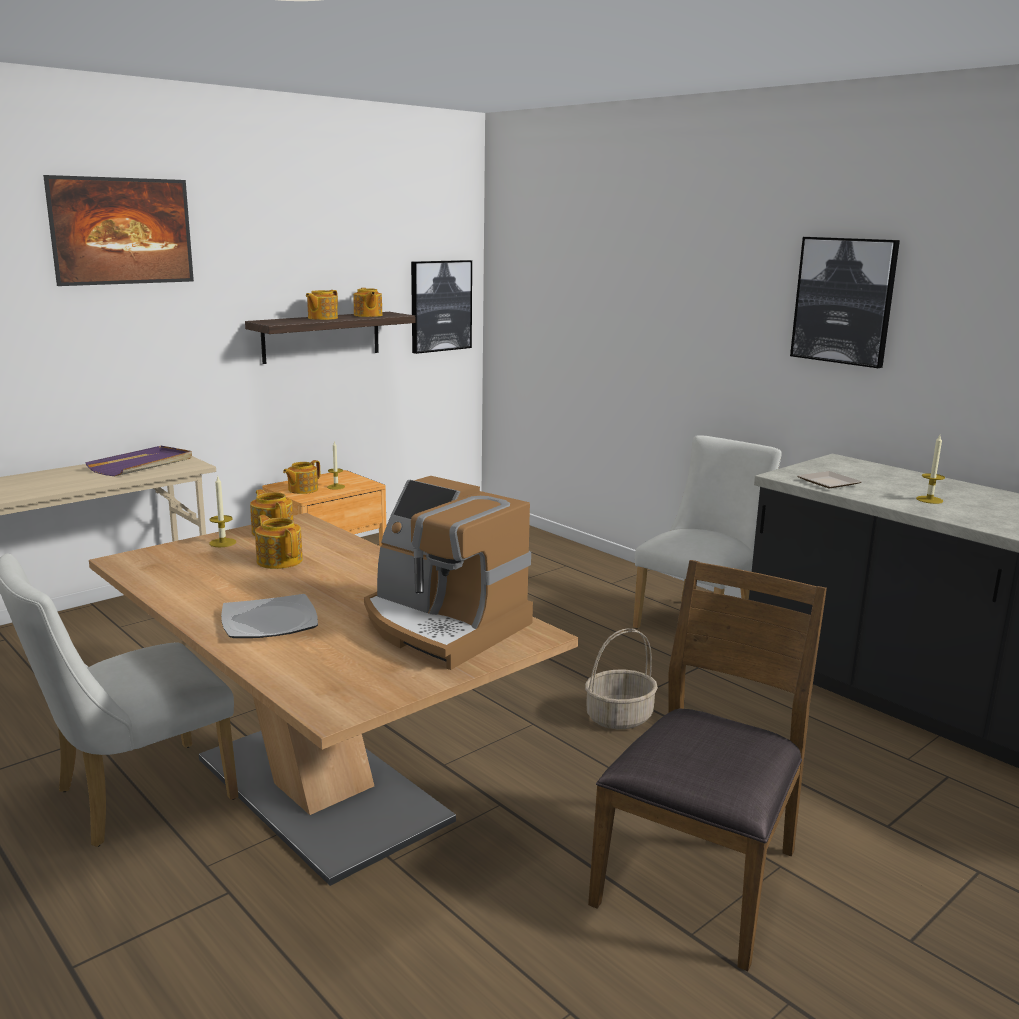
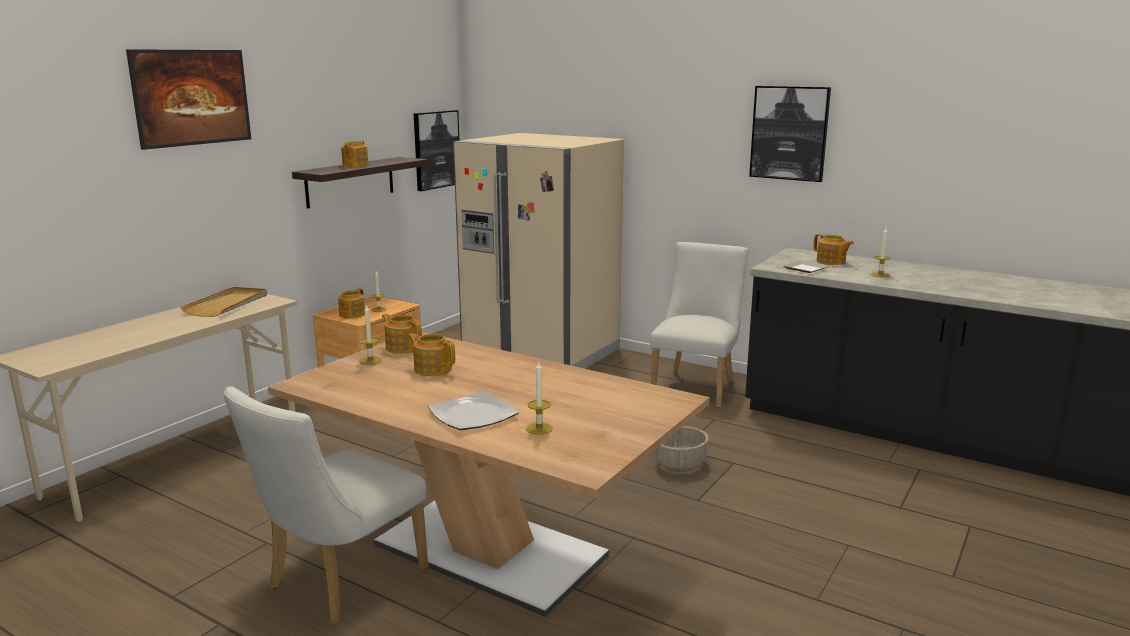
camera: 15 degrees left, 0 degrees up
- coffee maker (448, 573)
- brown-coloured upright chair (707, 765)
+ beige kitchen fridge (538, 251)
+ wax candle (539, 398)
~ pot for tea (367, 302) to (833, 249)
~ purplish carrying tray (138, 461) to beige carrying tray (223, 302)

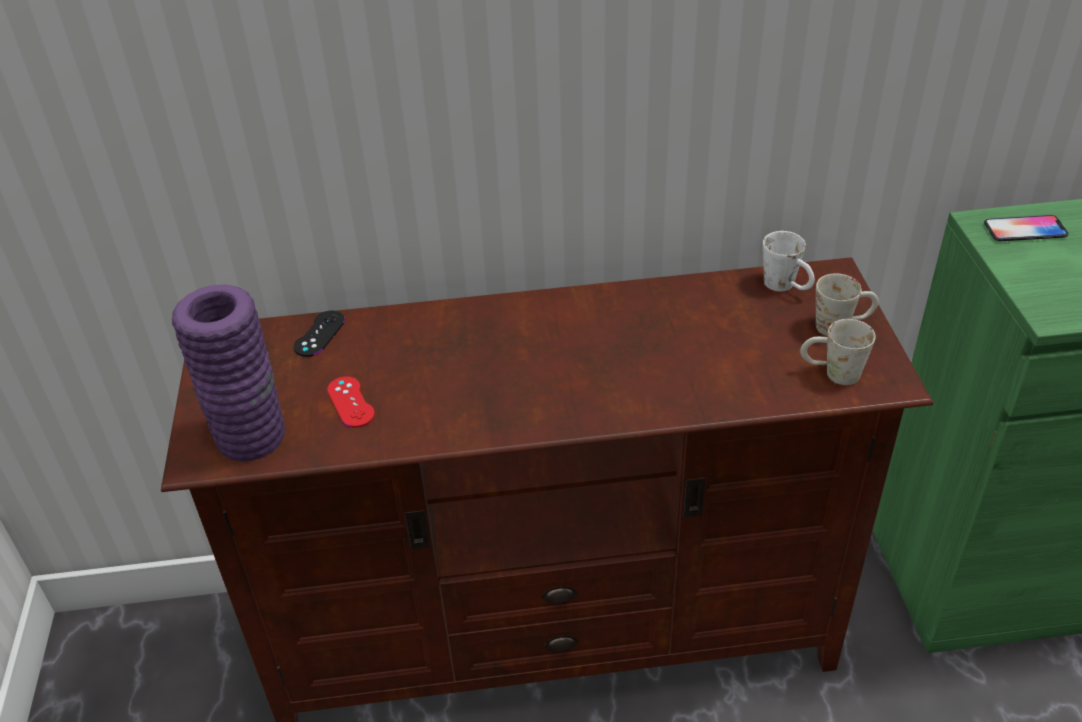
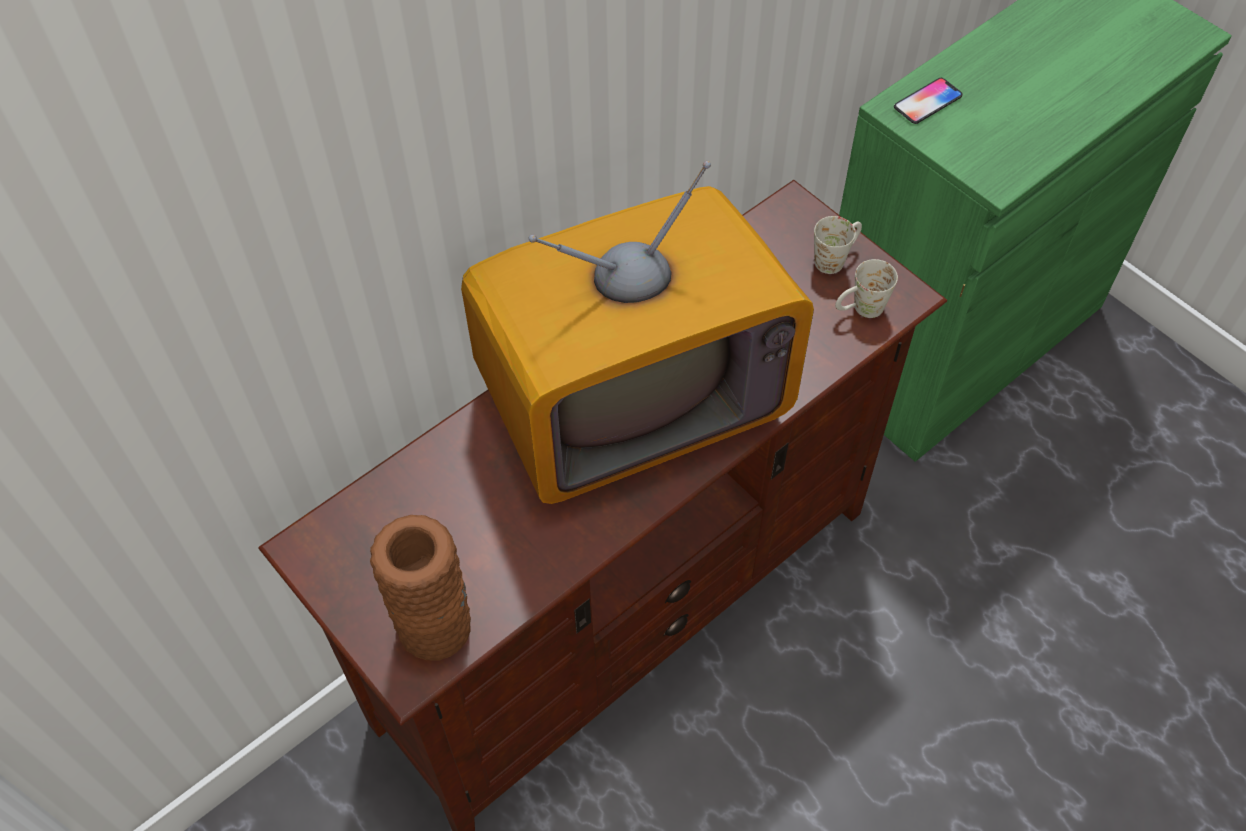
camera: 35 degrees left, 15 degrees up
- black-coloured game controller (319, 334)
- reddish game controller (351, 402)
- white-coloured tea mug (789, 261)
+ TV (637, 332)
~ purplish vase (228, 373) to brown-coloured vase (420, 588)

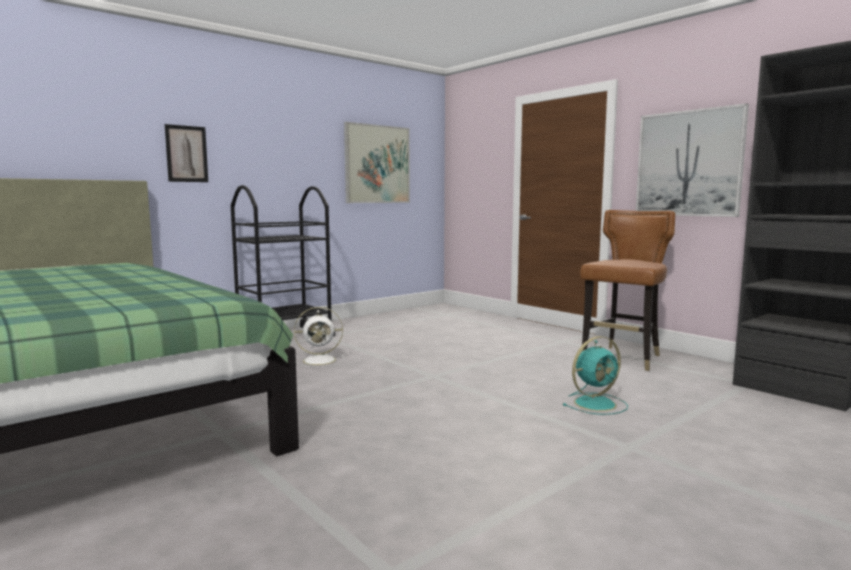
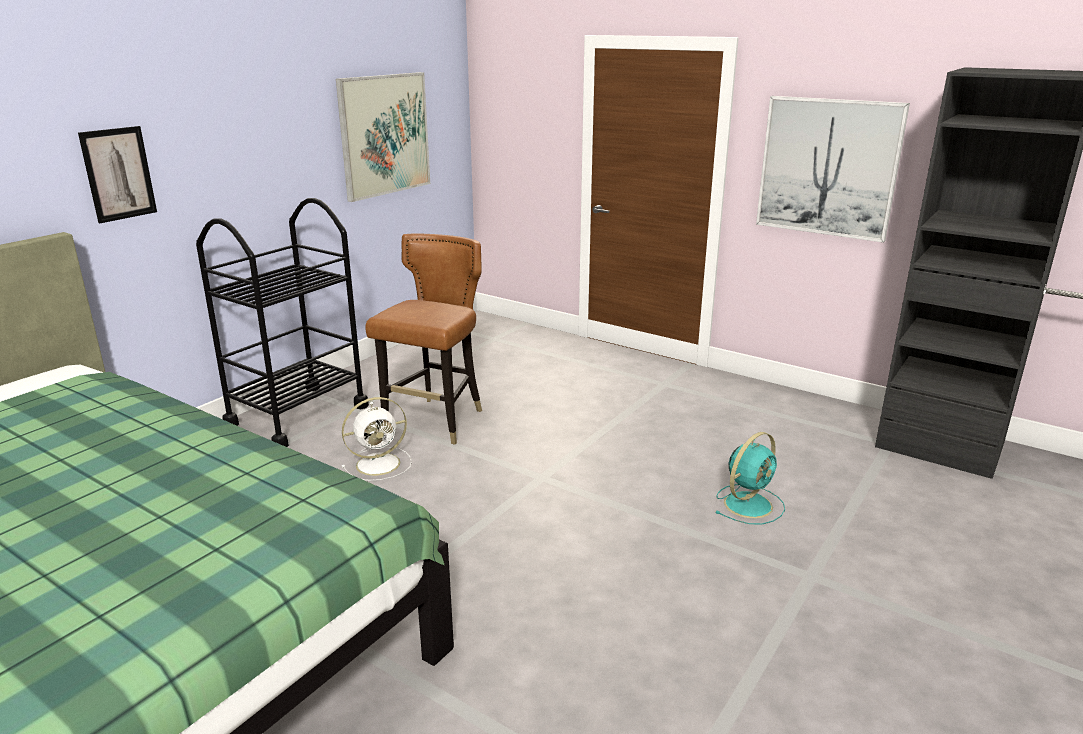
camera: 15 degrees left, 15 degrees up
~ brown-coloured upright chair (627, 290) to (423, 339)

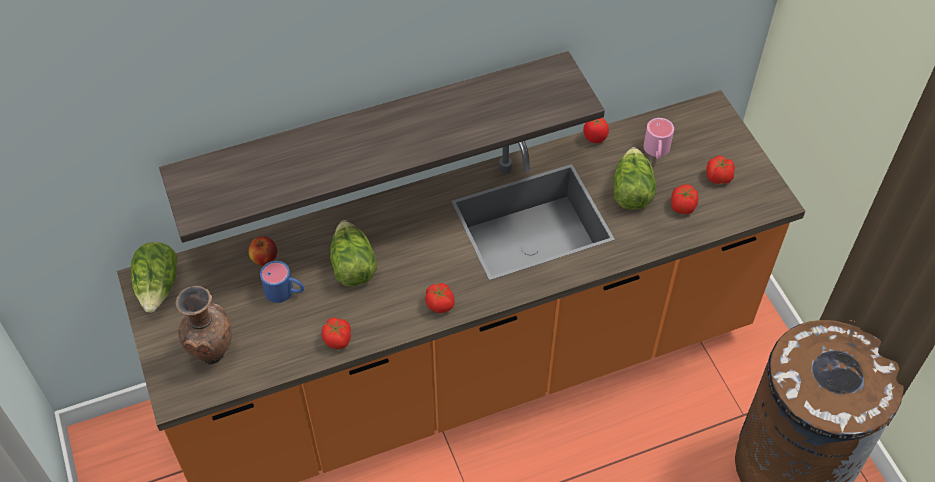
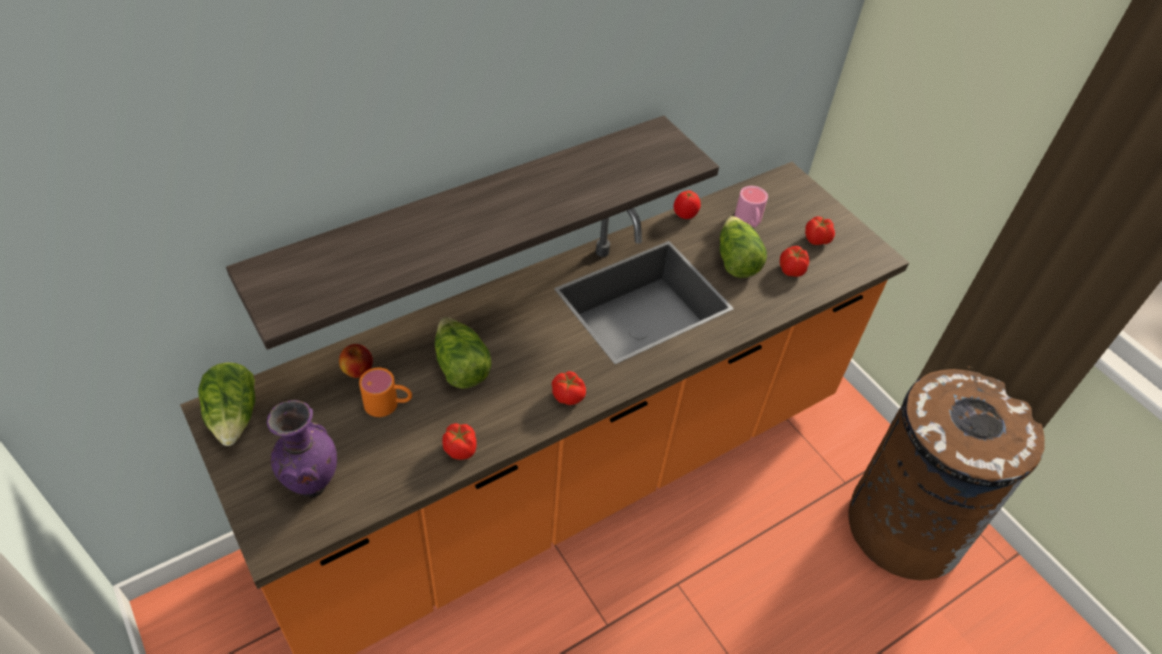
camera: 15 degrees left, 5 degrees down
~ brown-coloured vase (203, 325) to purplish vase (302, 449)
~ blue tea mug (282, 282) to orange-coloured tea mug (385, 392)

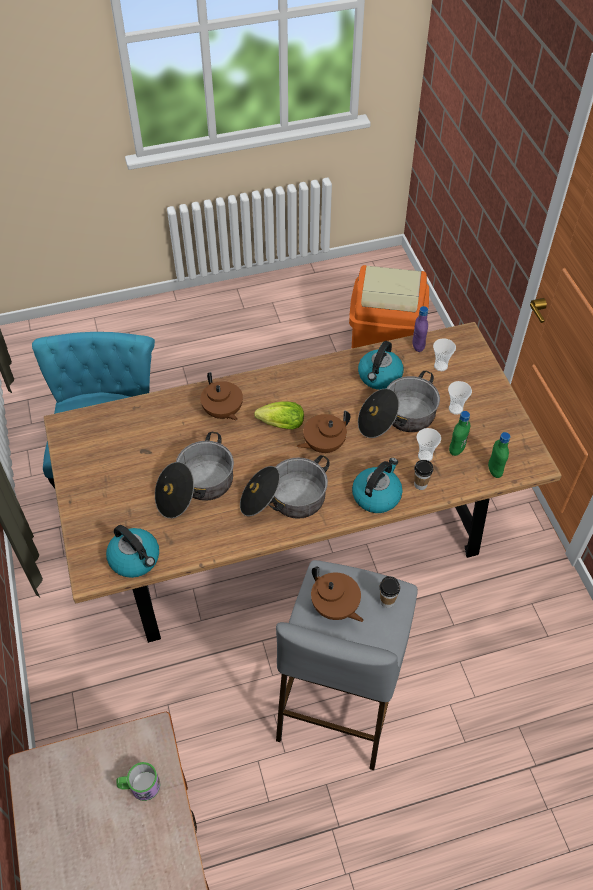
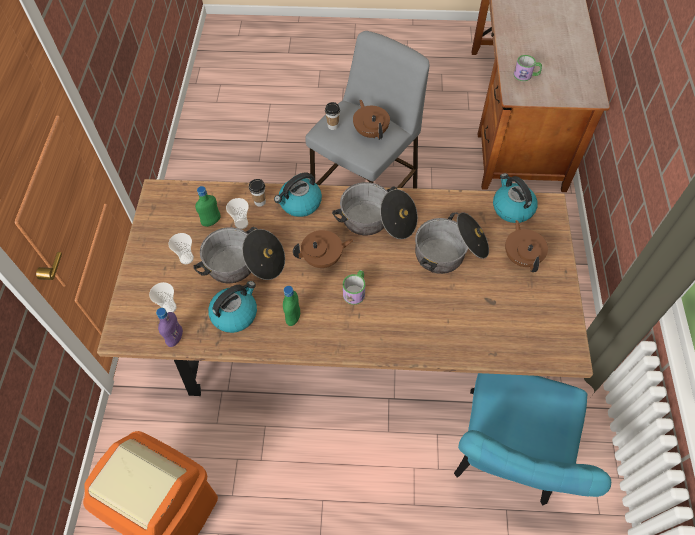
camera: 160 degrees left, 5 degrees up
~ brown-coloured pot for tea (221, 396) to (526, 246)
~ green-coloured drink bottle (499, 455) to (291, 306)
~ lettuce (279, 416) to tea mug (354, 287)

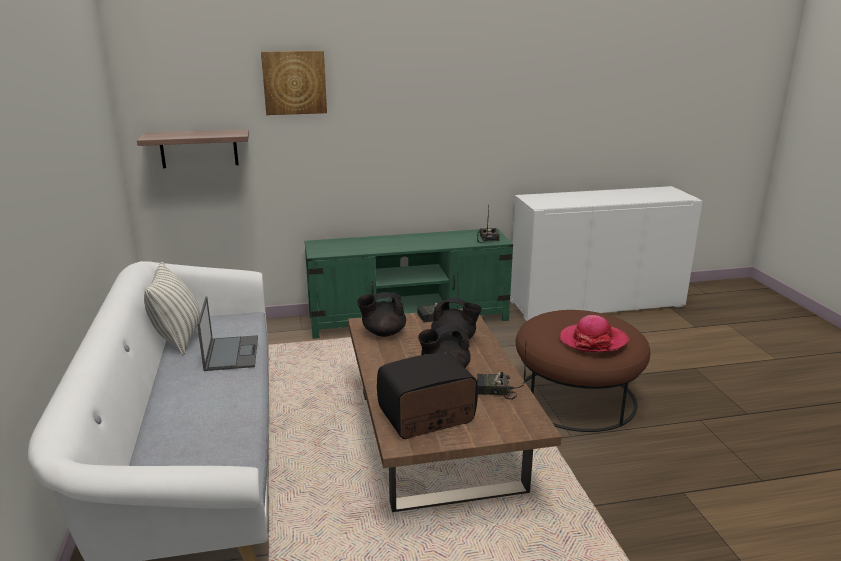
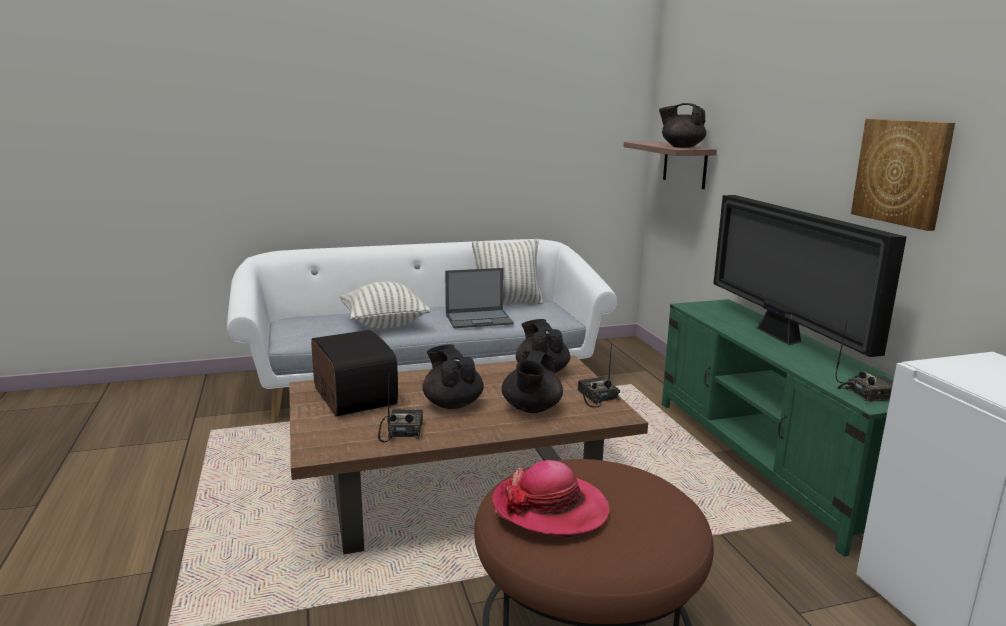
camera: 85 degrees right, 5 degrees down
+ pillow (385, 305)
+ black-coloured pot for tea (682, 125)
+ TV (810, 276)
~ wall picture (294, 83) to (903, 175)

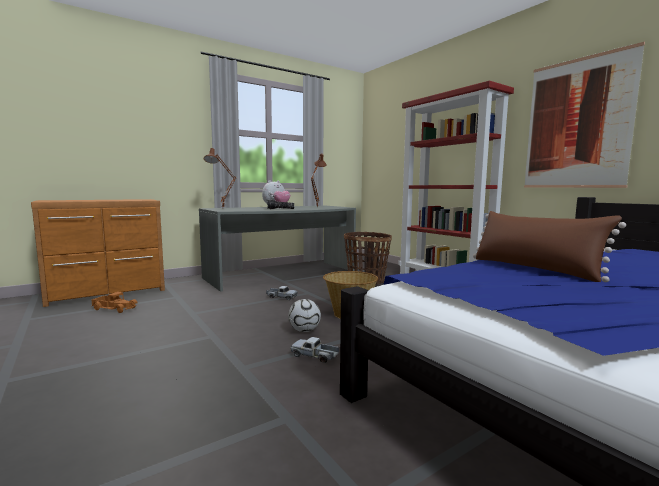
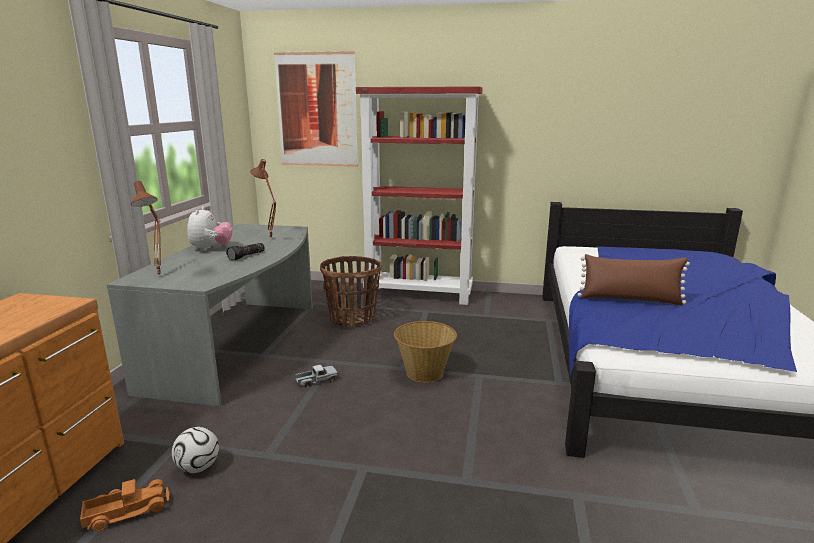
camera: 45 degrees left, 10 degrees up
- toy truck (315, 350)
~ football ball (304, 315) to (195, 450)
~ wall picture (584, 115) to (316, 109)

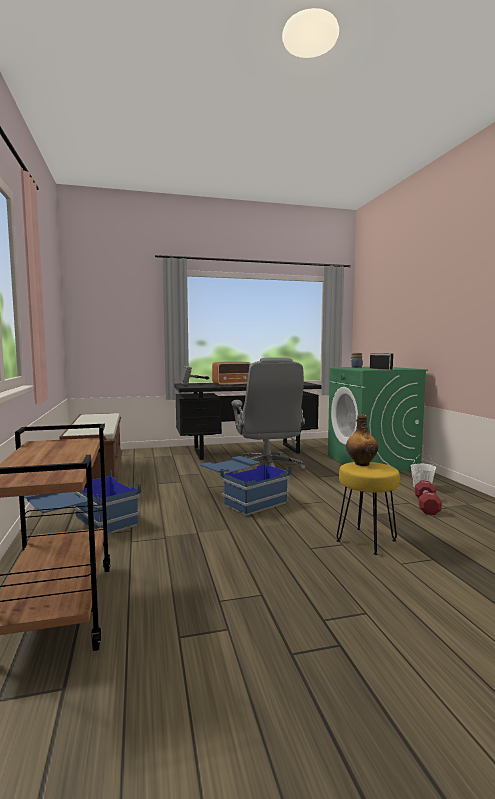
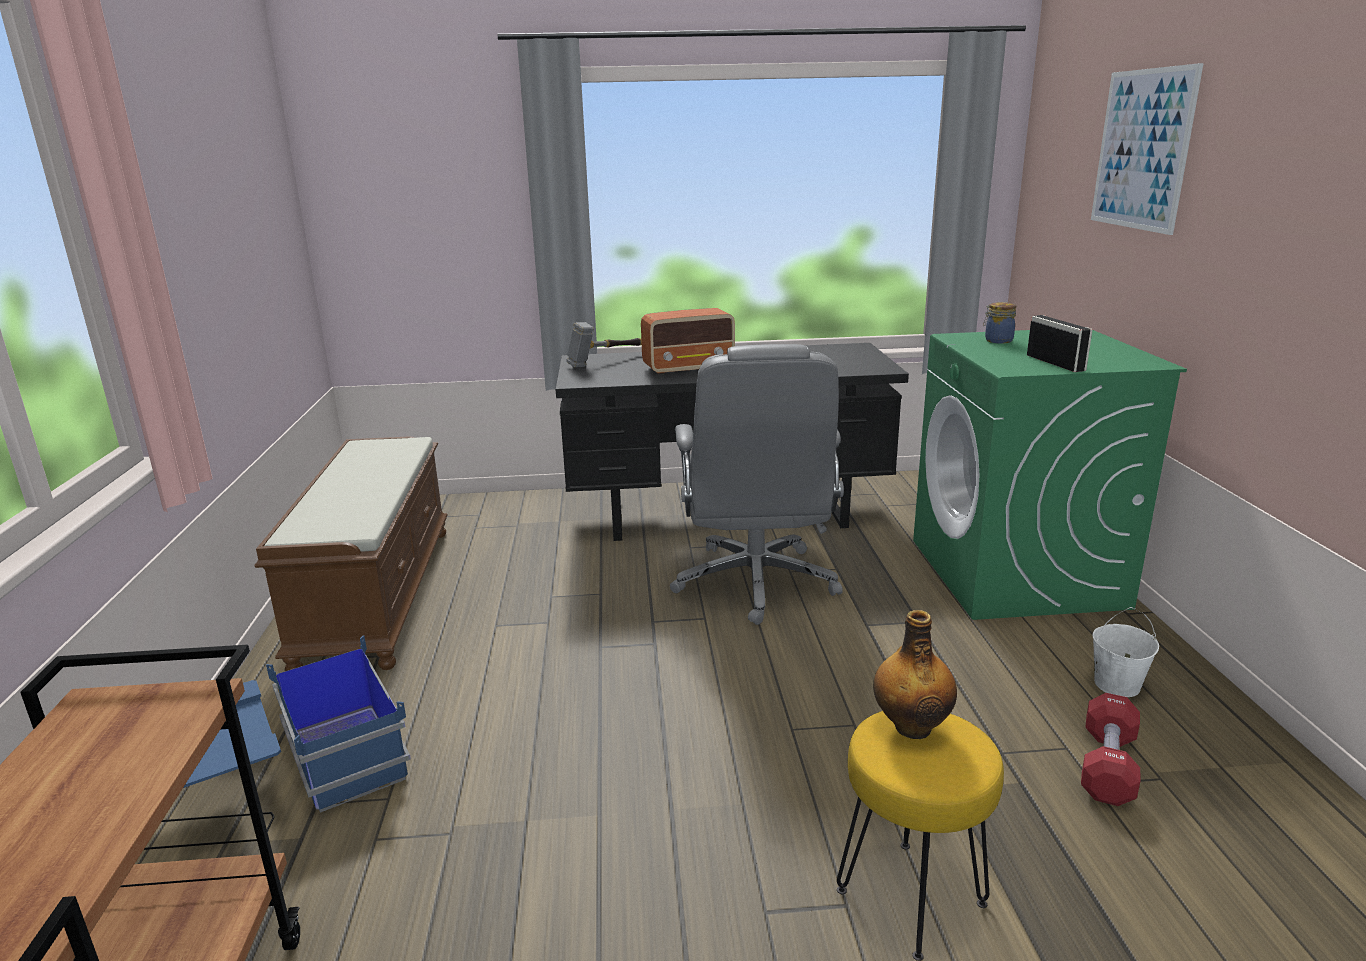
camera: 10 degrees right, 15 degrees up
- blue storage container (245, 486)
+ wall picture (1147, 149)

